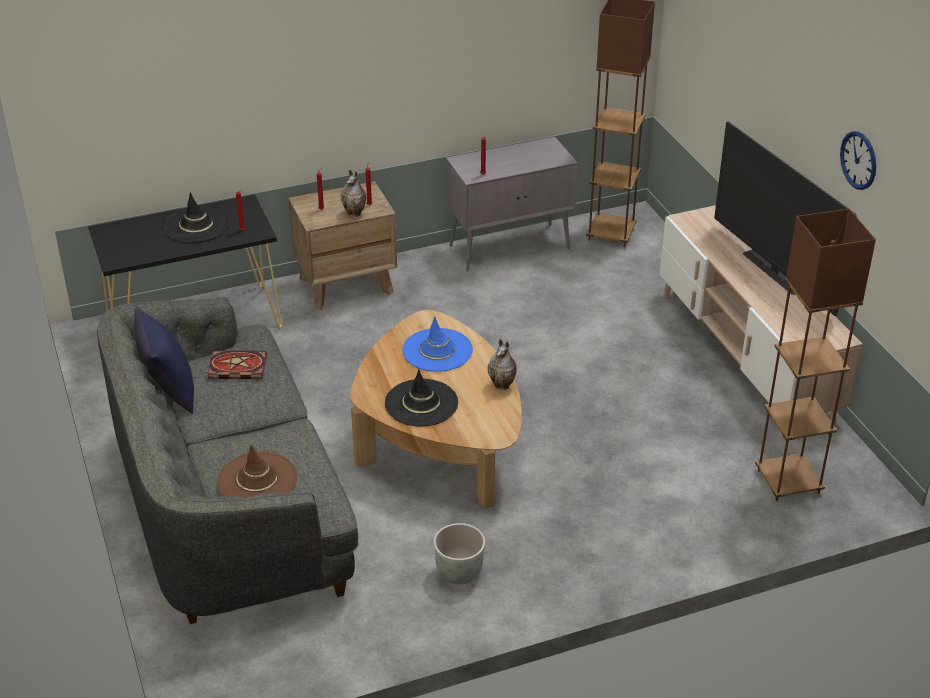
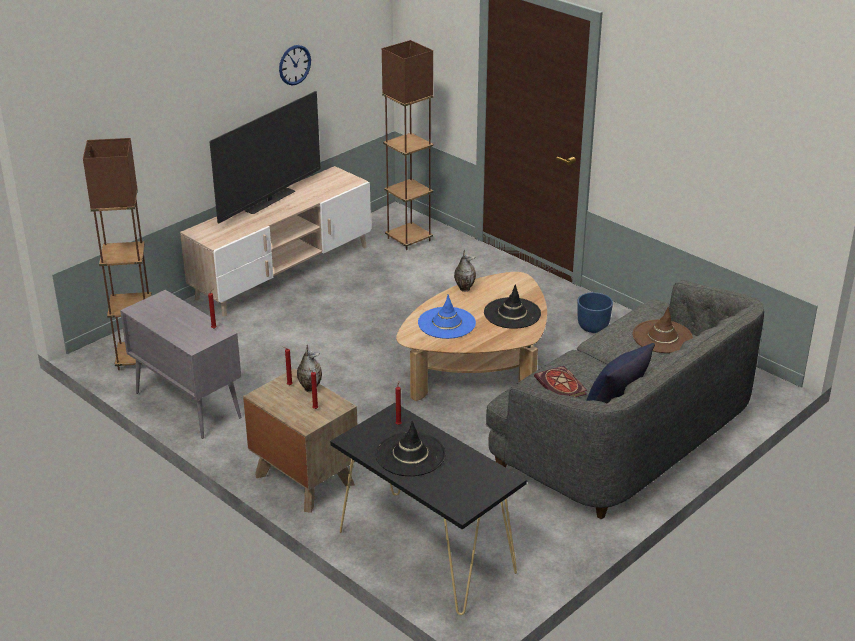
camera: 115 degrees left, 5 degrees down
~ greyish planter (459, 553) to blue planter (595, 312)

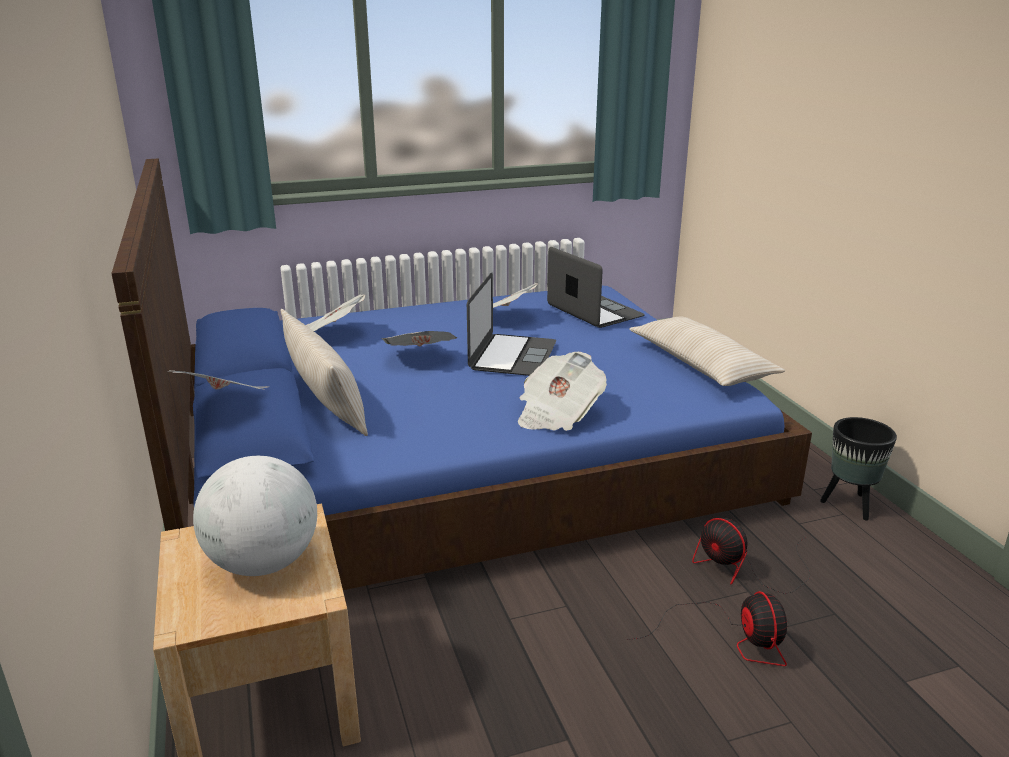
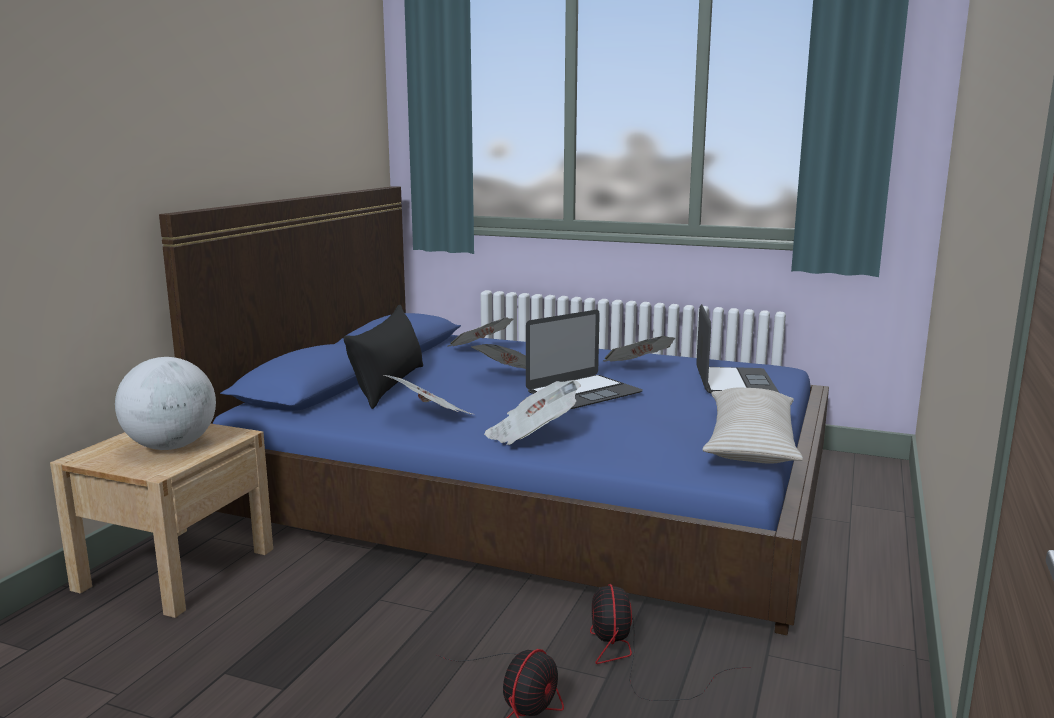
camera: 40 degrees right, 10 degrees down
- black-coloured planter (858, 469)
~ printed paper (218, 380) to (428, 394)
~ beige pillow (324, 372) to black-coloured pillow (383, 357)

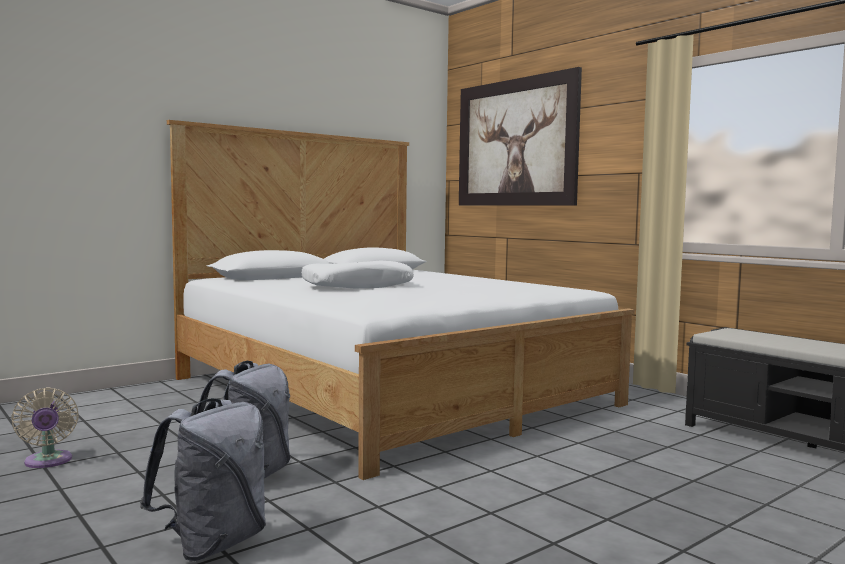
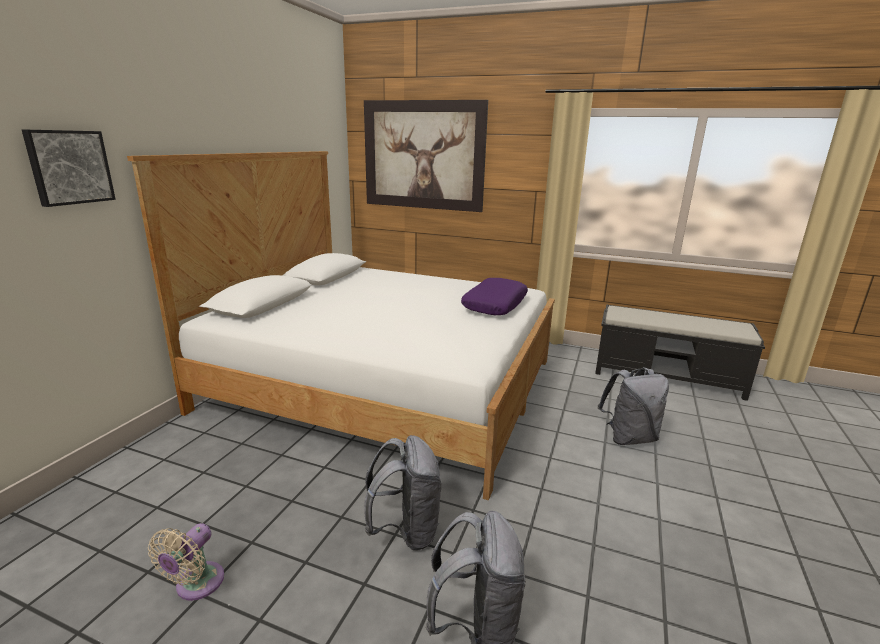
camera: 30 degrees left, 15 degrees up
- white-coloured pillow (357, 274)
+ wall picture (69, 168)
+ purplish pillow (494, 296)
+ greyish rucksack (633, 406)
~ beige electric fan (45, 428) = (186, 562) 75 degrees clockwise

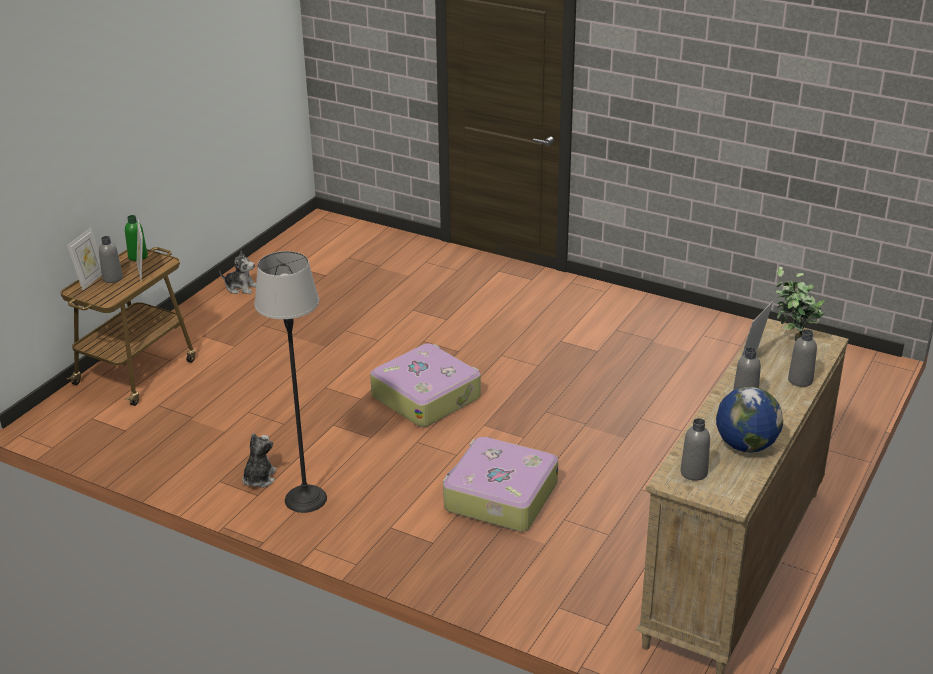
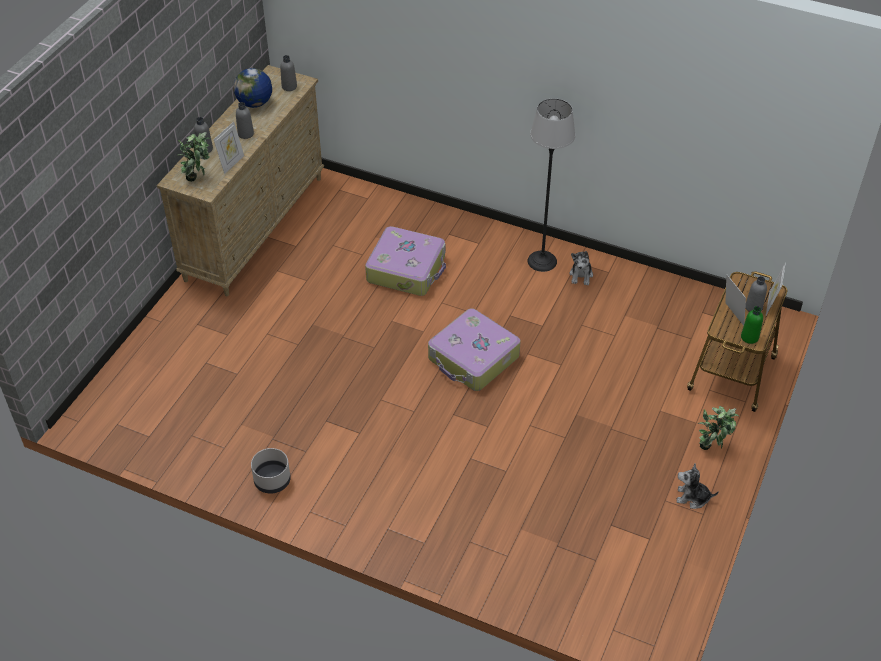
camera: 175 degrees right, 15 degrees up
+ greyish planter (271, 471)
+ plant in a pot (718, 428)

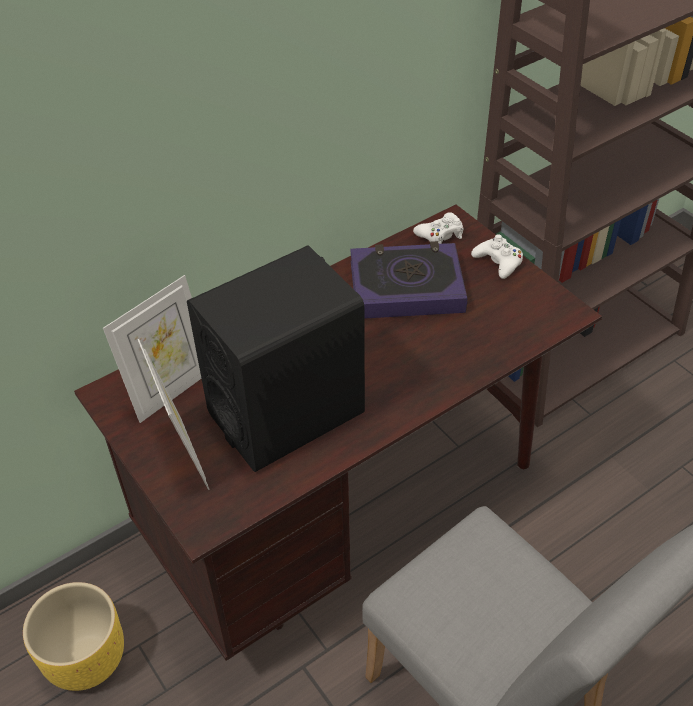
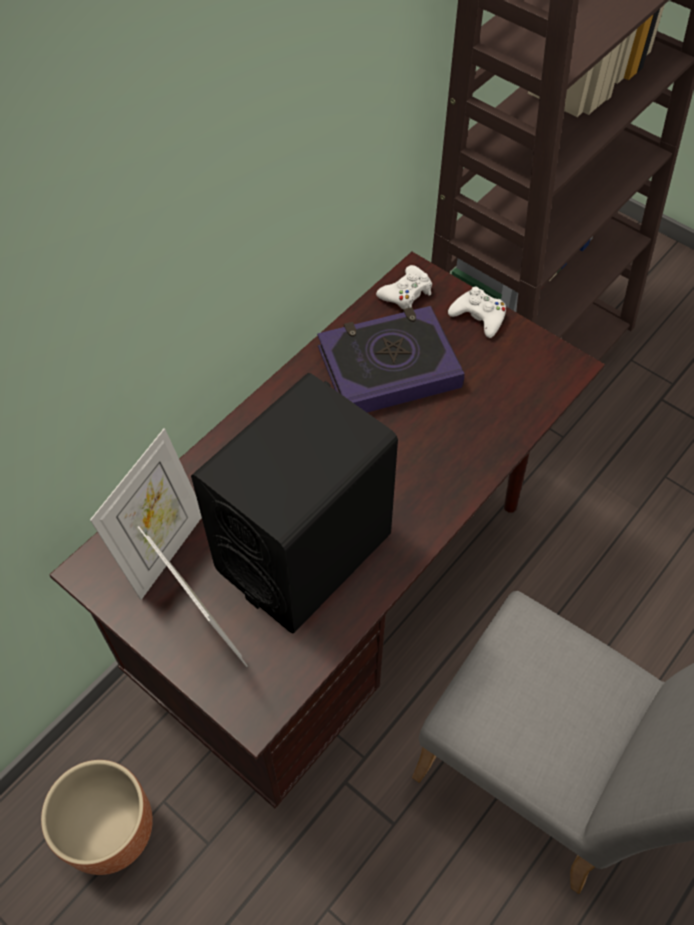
camera: 15 degrees left, 10 degrees up
~ yellow-coloured planter (73, 636) to brown-coloured planter (97, 817)

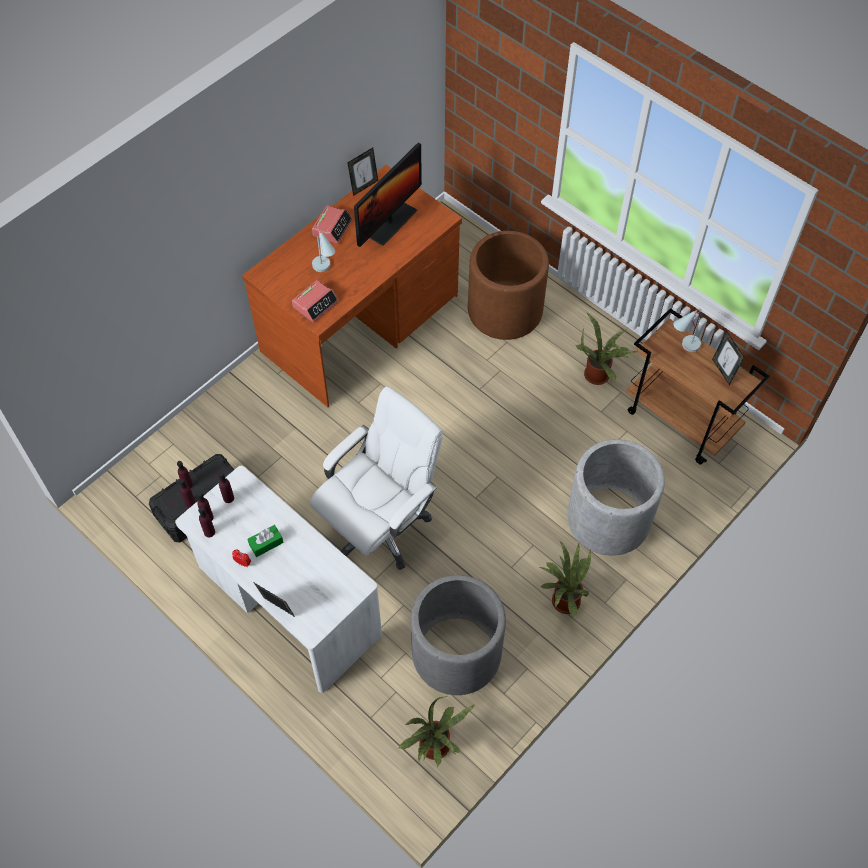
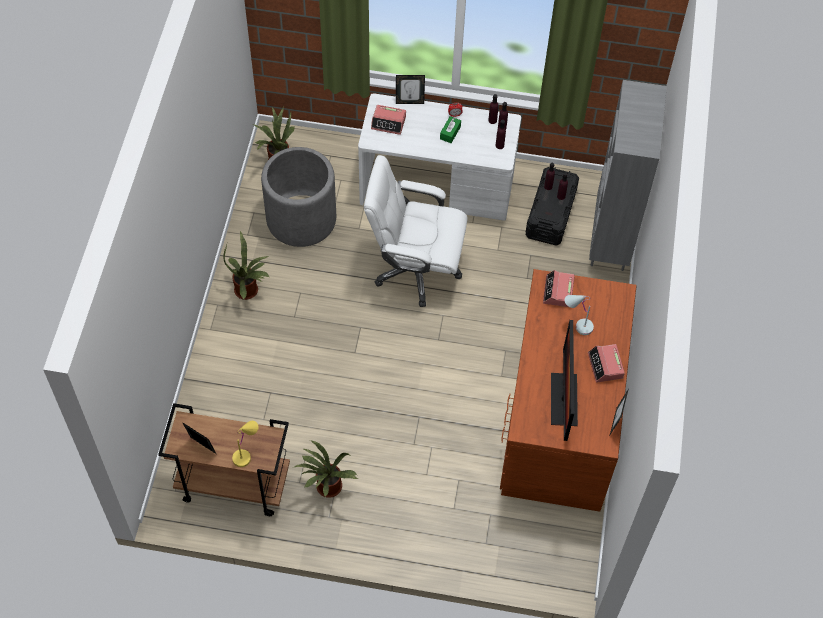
camera: 145 degrees right, 0 degrees up
- brown-coloured planter (508, 285)
- greyish planter (616, 497)
+ table clock (388, 120)
+ greyish bookshelf (628, 175)
~ white-coloured tabletop lamp (687, 330) to yellow-coloured tabletop lamp (245, 444)
~ white-coloured desk chair (376, 478) = (416, 231) 90 degrees clockwise

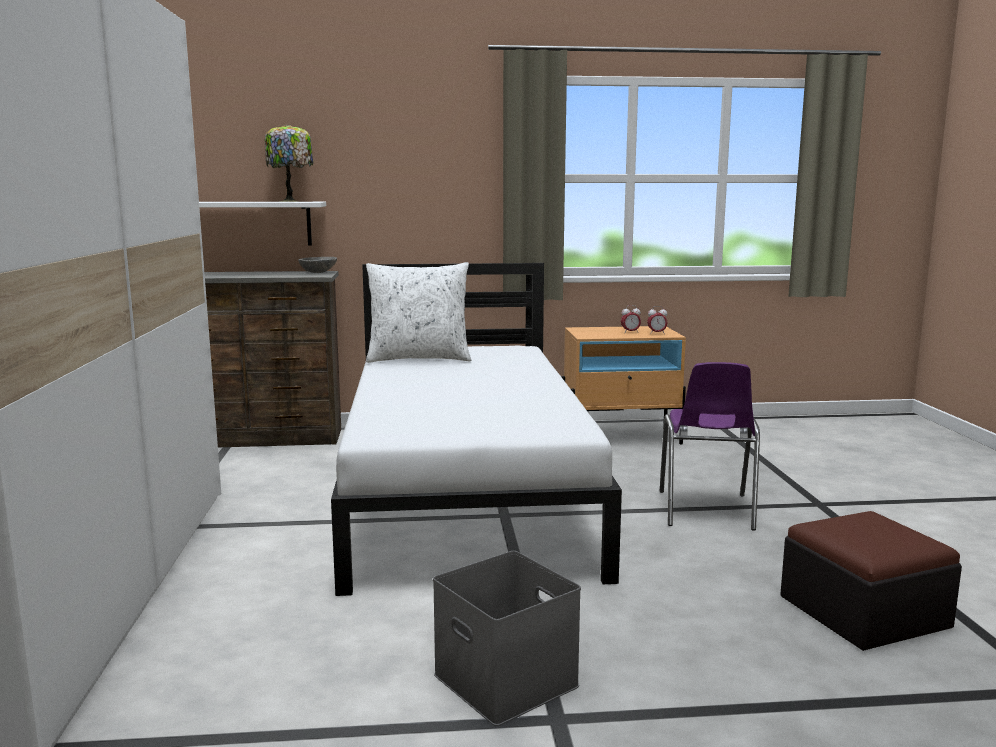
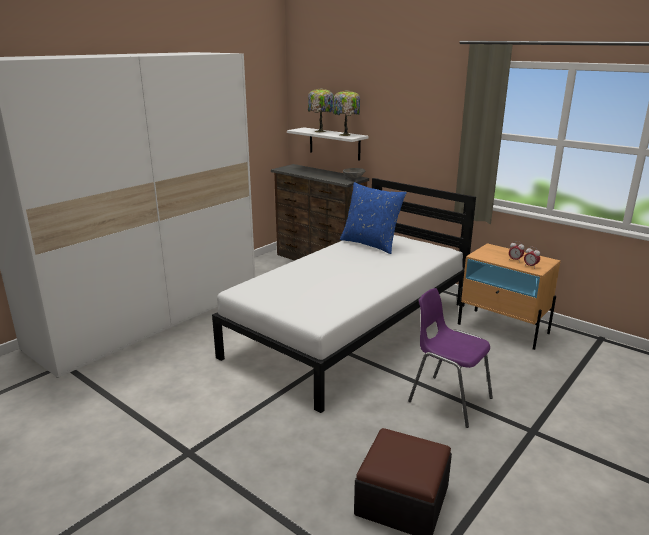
camera: 45 degrees right, 10 degrees up
- greyish storage container (507, 638)
+ tabletop lamp (321, 110)
~ white-coloured pillow (418, 312) to blue pillow (373, 218)
~ purplish upright chair (710, 446) = (450, 358) 75 degrees clockwise

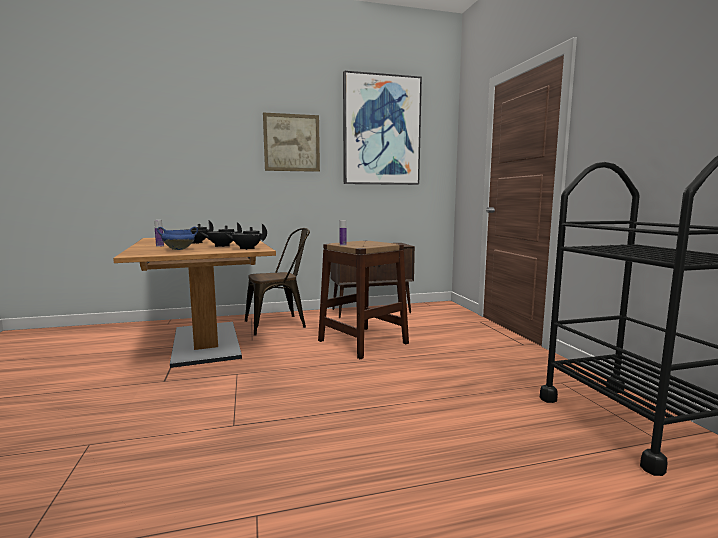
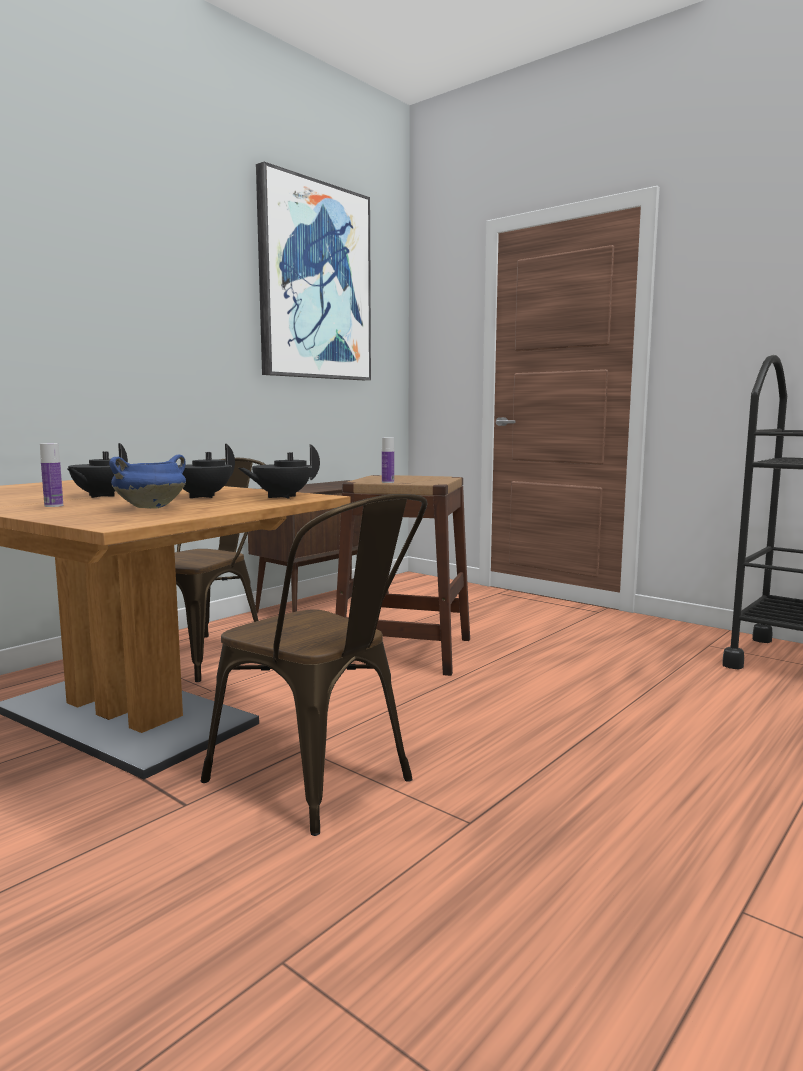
camera: 35 degrees left, 0 degrees up
- wall picture (291, 142)
+ brown-coloured upright chair (314, 665)

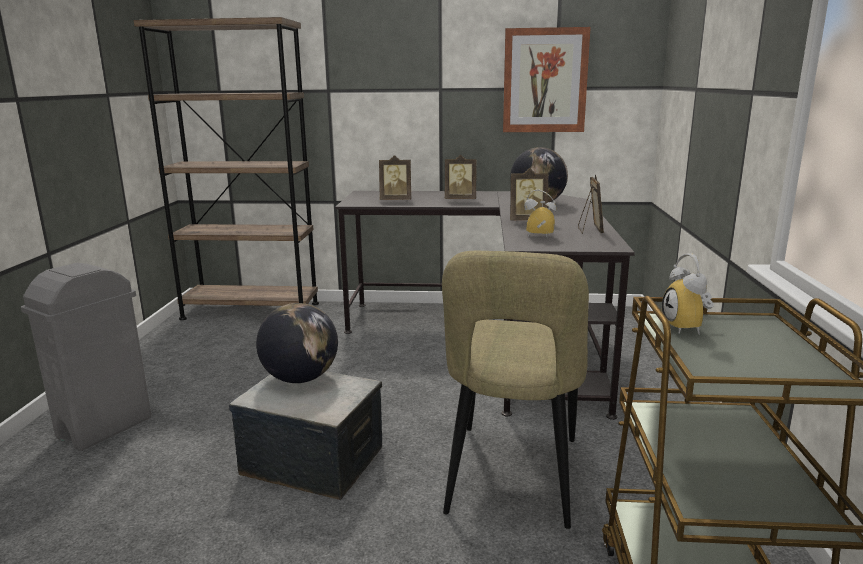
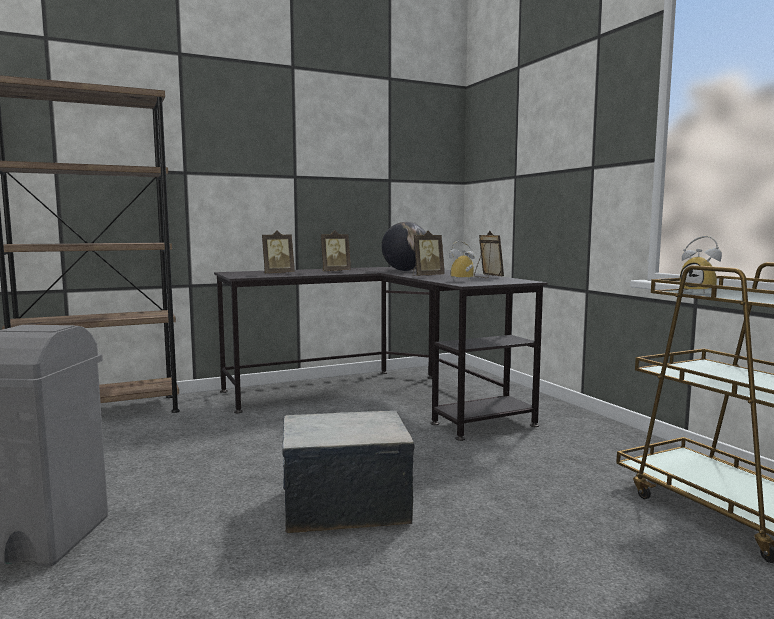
camera: 30 degrees left, 10 degrees down
- desk globe (297, 343)
- beige upright chair (515, 390)
- wall picture (547, 79)

